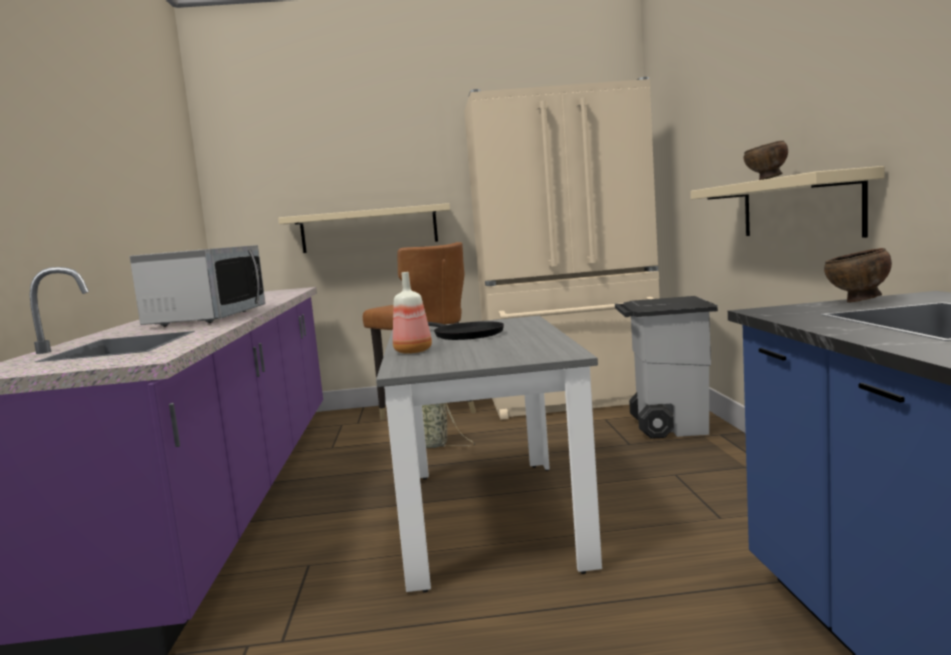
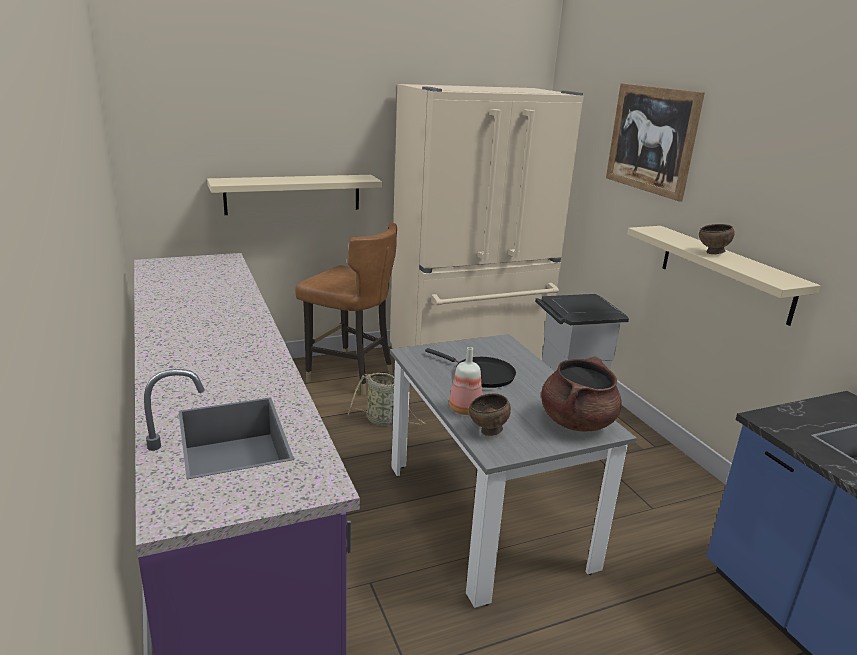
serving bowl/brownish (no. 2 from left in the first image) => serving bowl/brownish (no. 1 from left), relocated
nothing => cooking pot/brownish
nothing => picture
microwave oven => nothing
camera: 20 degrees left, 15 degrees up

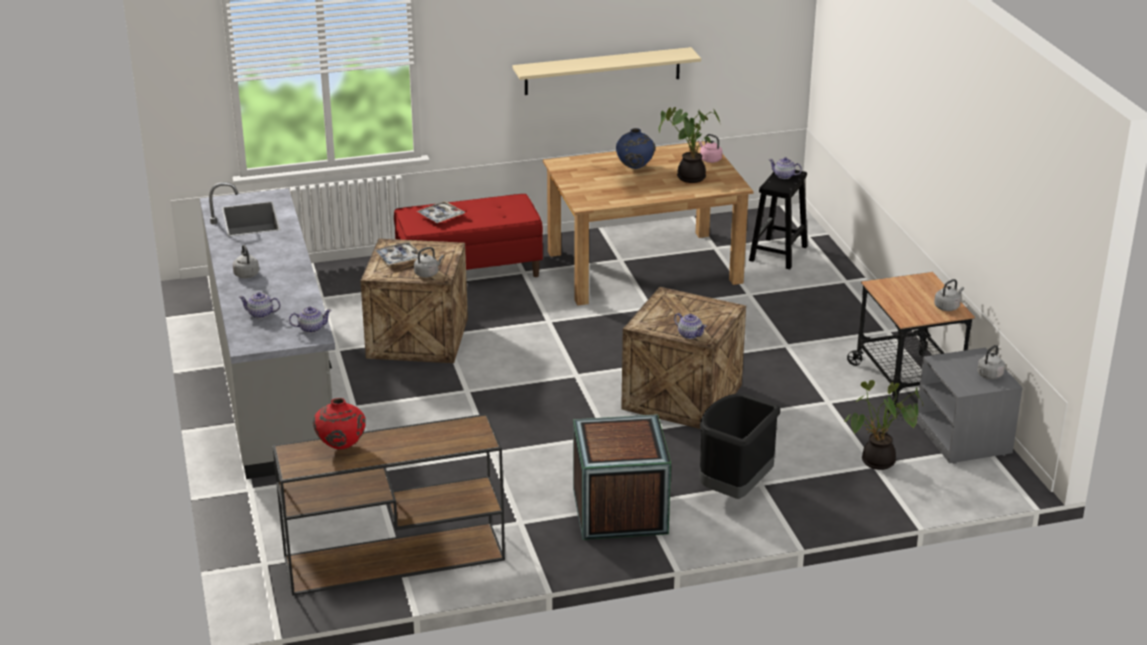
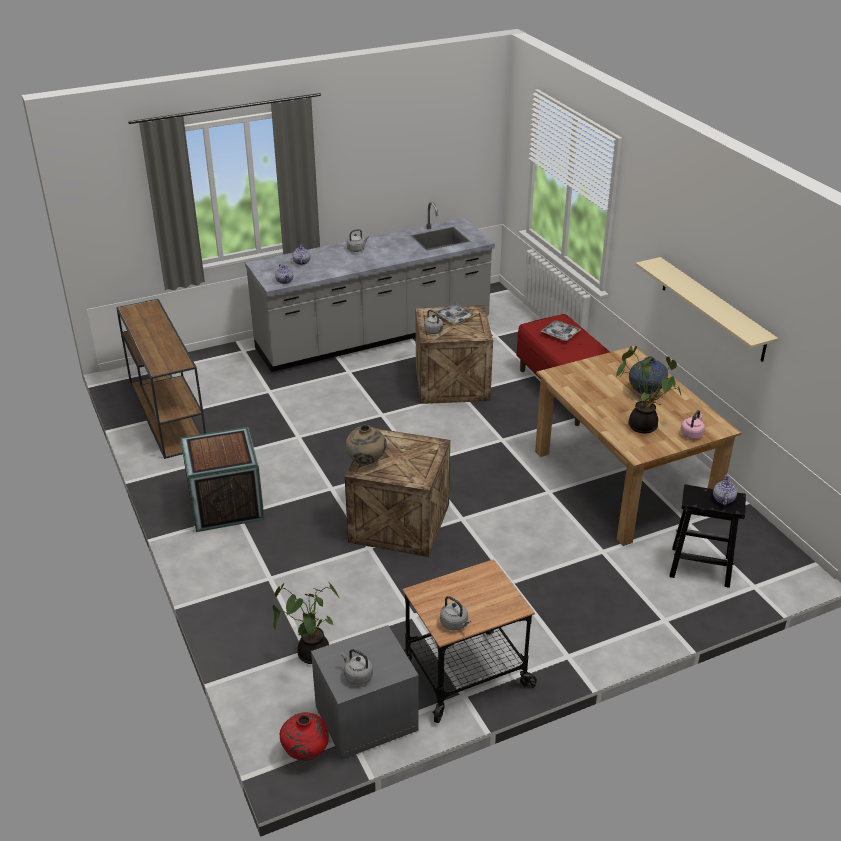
decorative vase/reddish, relocated
teapot (no. 3 from left) => decorative vase/sand-coloured
waste bin/black => nothing
camera: 80 degrees right, 5 degrees up

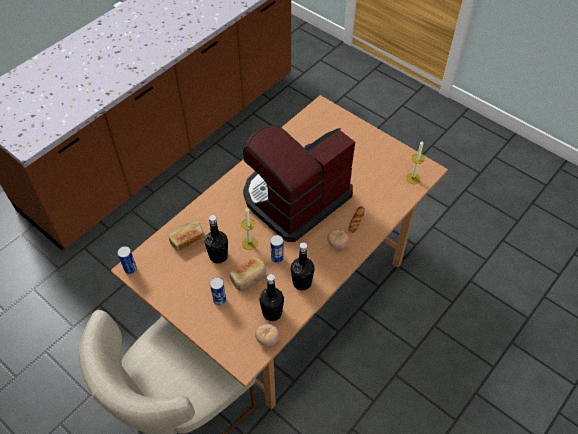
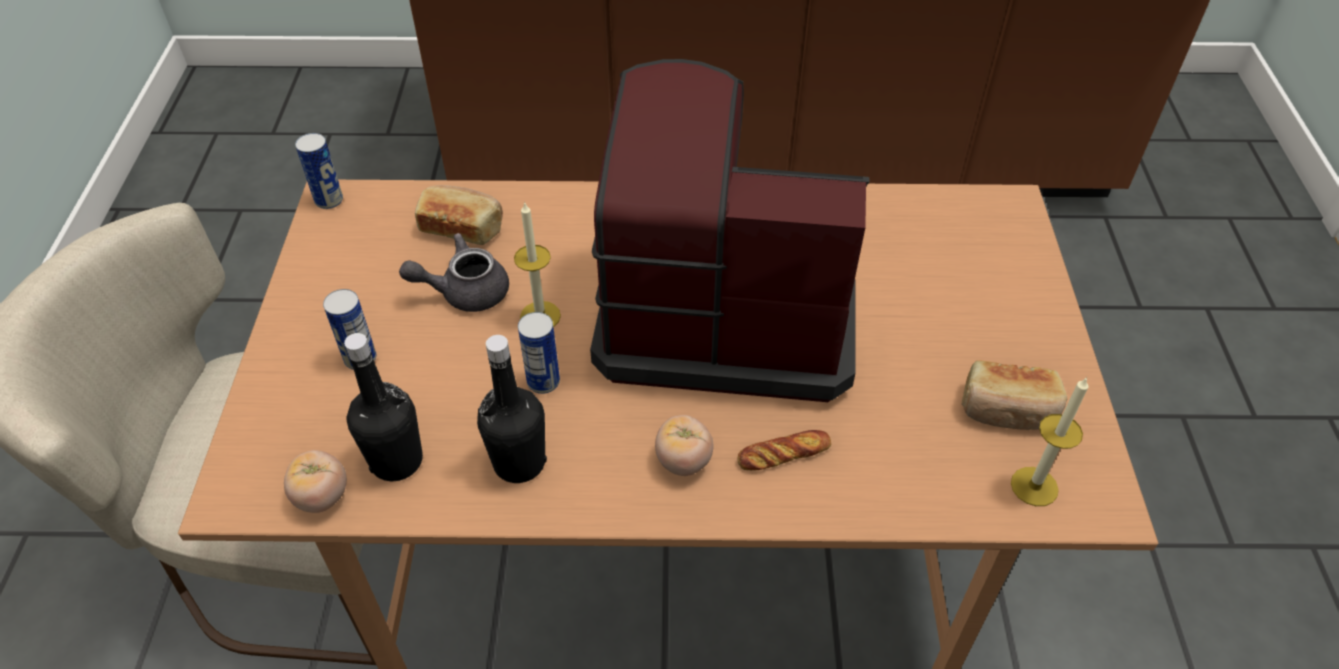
drink bottle/black (no. 1 from left) => teapot/gray
bread (no. 2 from left in the first image) => bread (no. 3 from left), relocated
camera: 50 degrees right, 5 degrees down

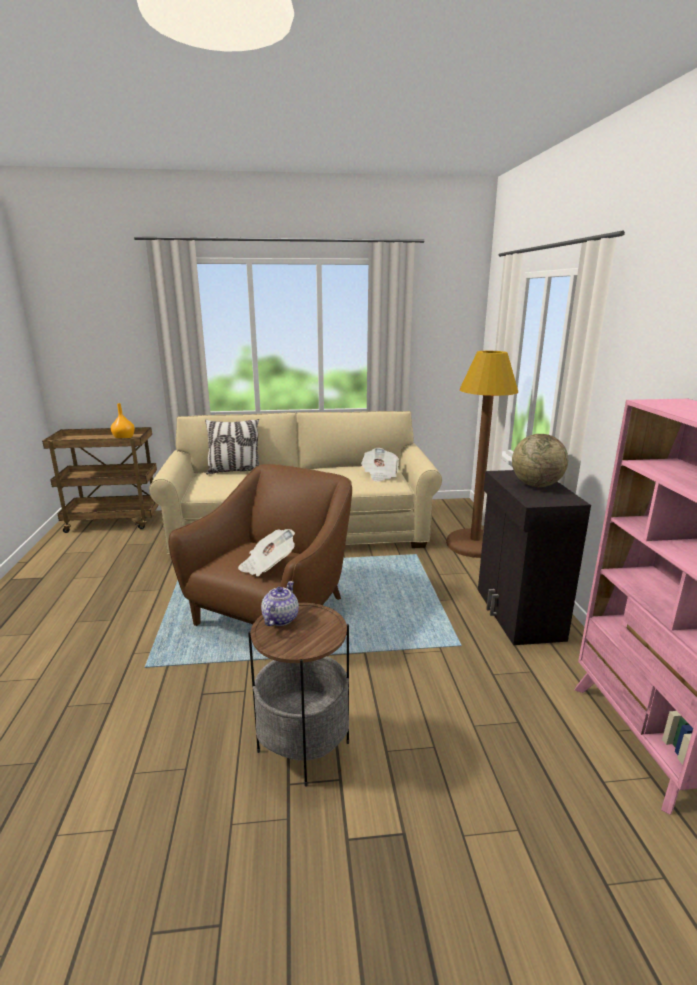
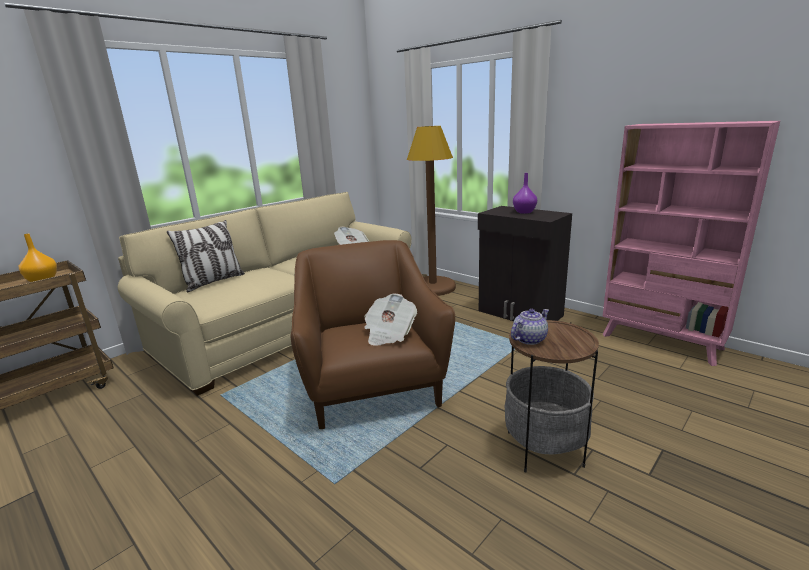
teapot, 75 degrees clockwise
desk globe => decorative vase/purplish
camera: 40 degrees left, 0 degrees up

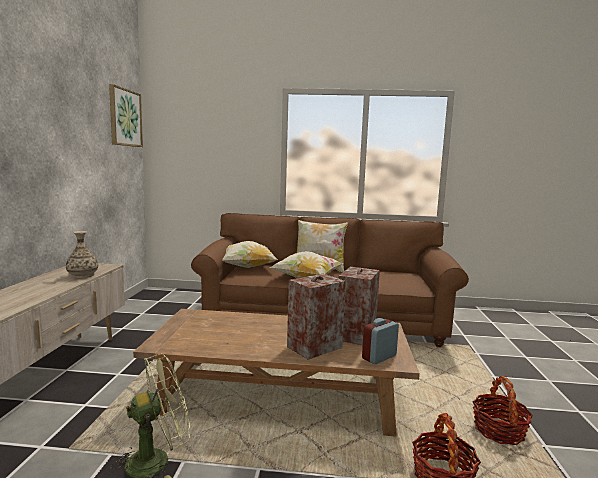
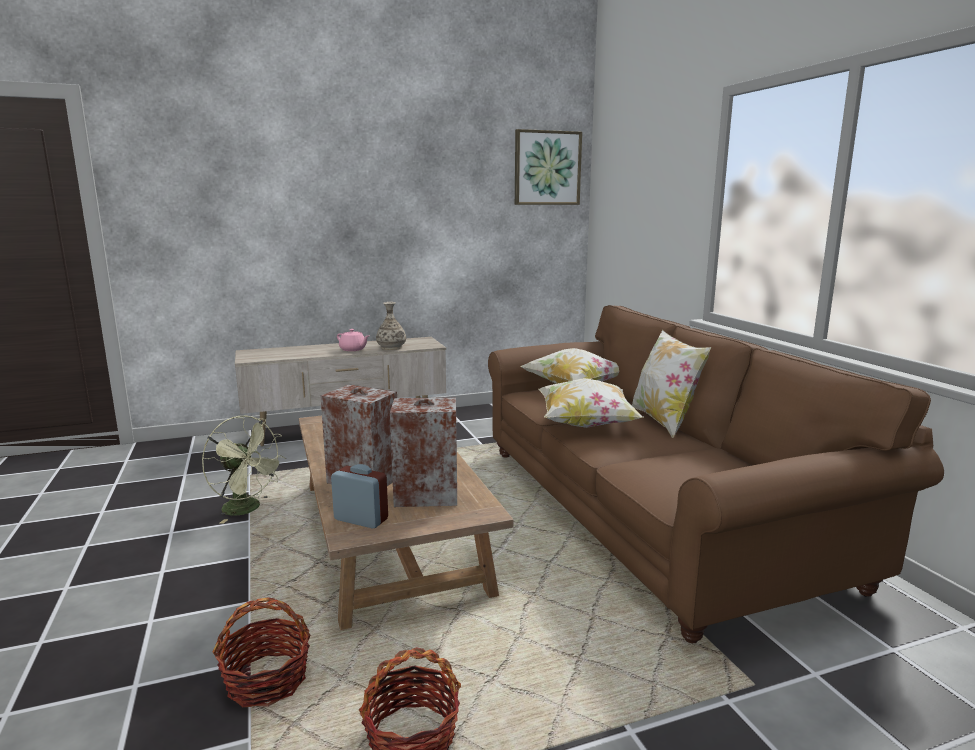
nothing => teapot/pinkish
camera: 65 degrees right, 5 degrees up

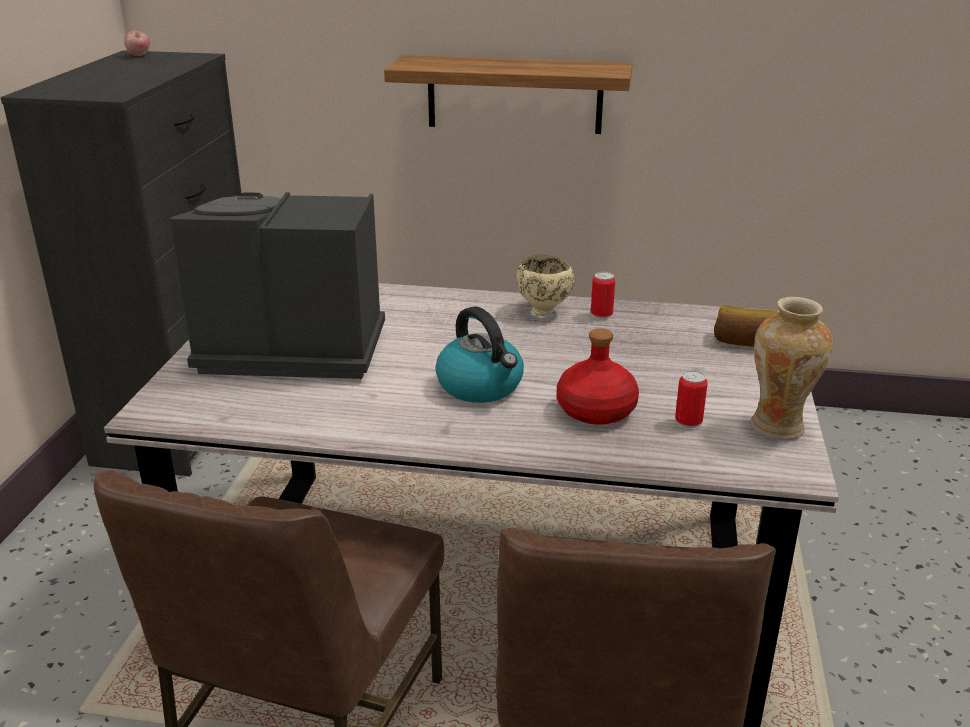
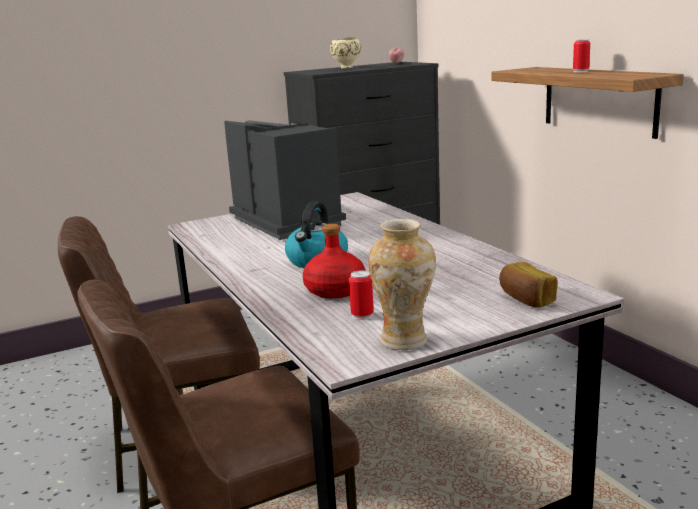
serving bowl/sand-coloured, relocated
metal can (no. 1 from left in the first image) => metal can (no. 2 from left), relocated
camera: 55 degrees right, 10 degrees down

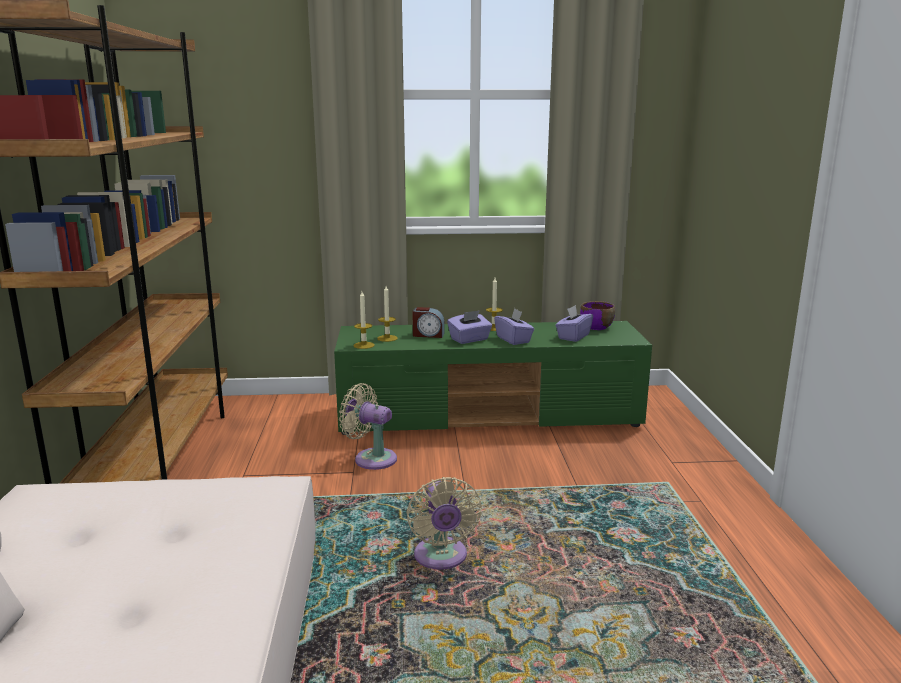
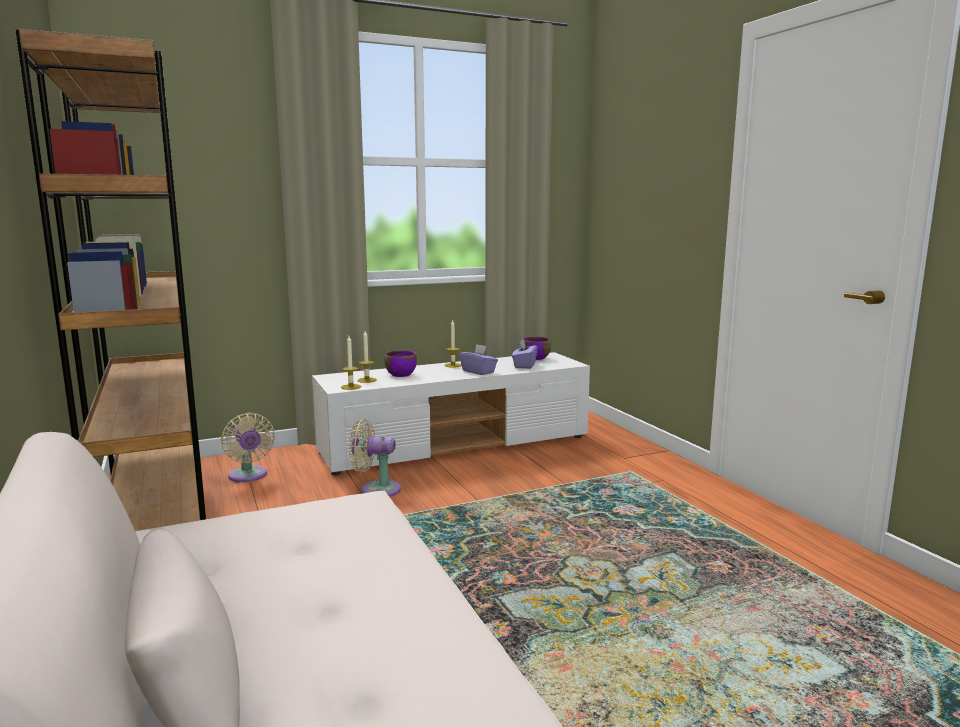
cooling fan/sand-coloured (no. 2 from left in the first image) => cooling fan/sand-coloured (no. 1 from left), relocated
media console/green-coloured => media console/white-coloured
bedside clock => serving bowl/purplish (no. 1 from left)
box of tissues/purplish (no. 1 from left) => nothing
camera: 20 degrees left, 5 degrees down

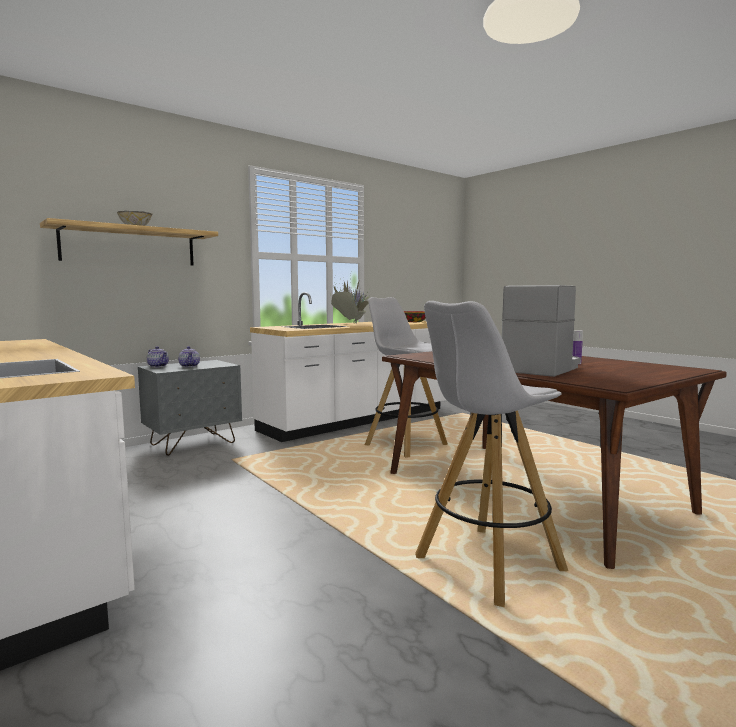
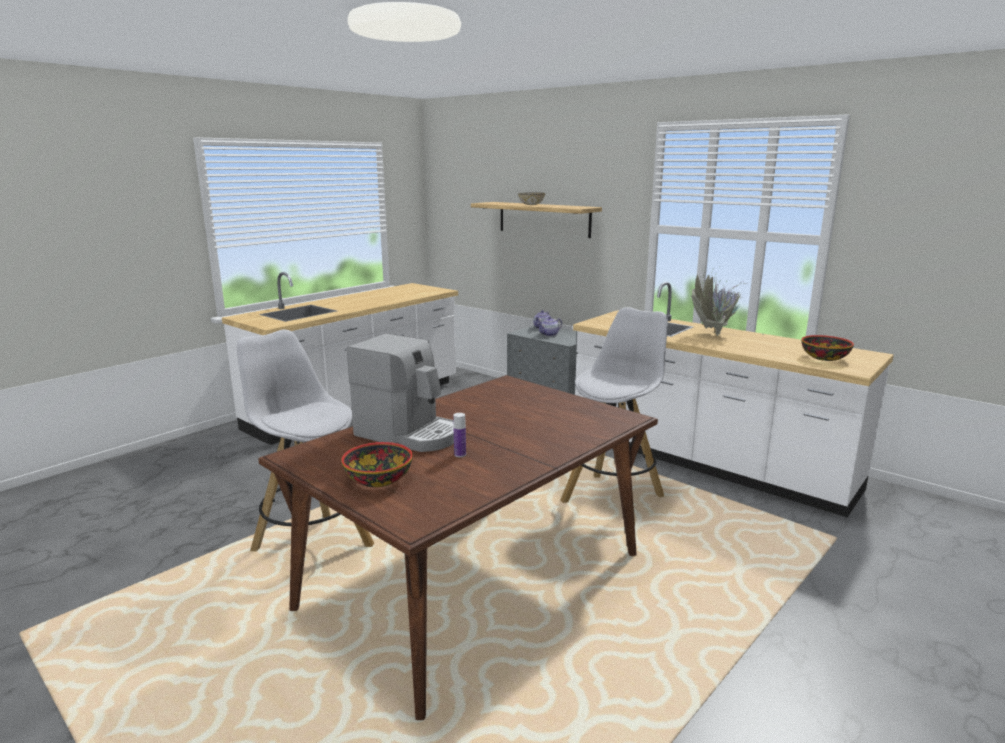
nothing => serving bowl (no. 1 from left)
camera: 80 degrees right, 10 degrees up

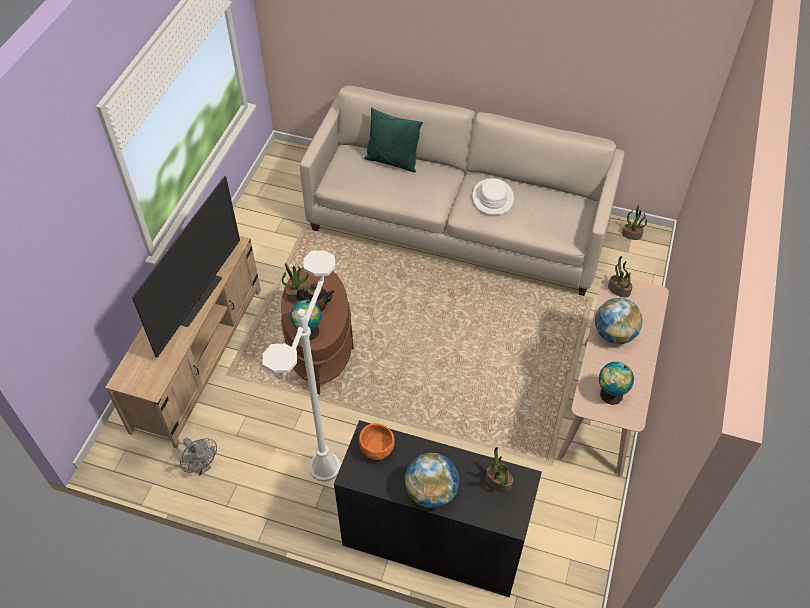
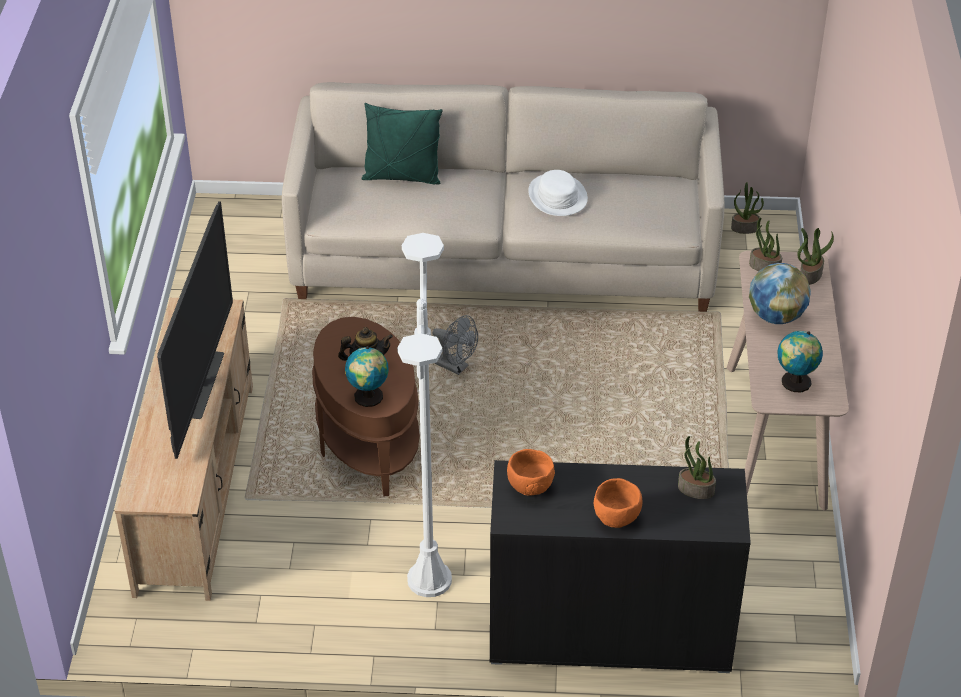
cooling fan/gray, relocated
desk globe (no. 2 from left) => serving bowl/orangey (no. 2 from left)
houseplant (no. 1 from left in the first image) => houseplant (no. 4 from left), relocated
camera: 15 degrees left, 10 degrees down

